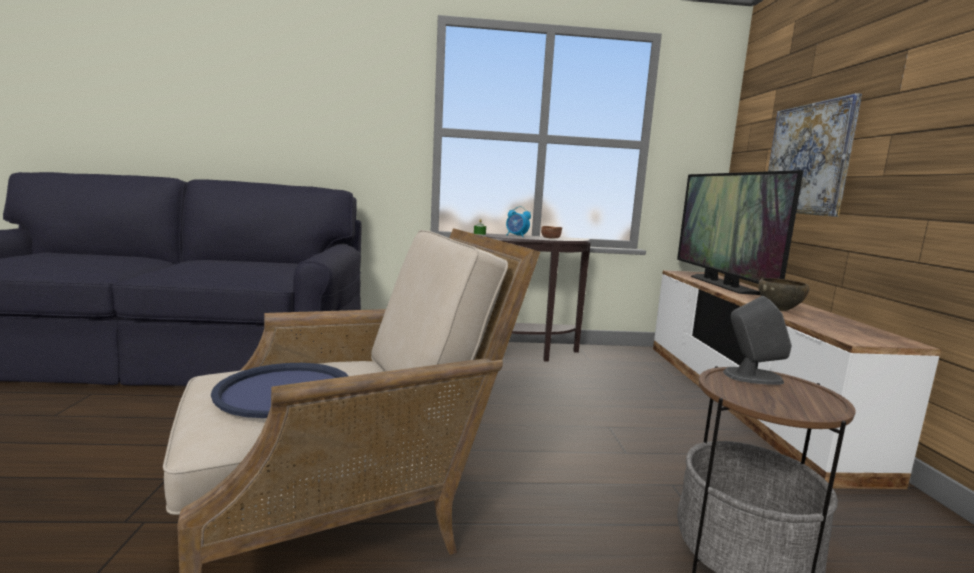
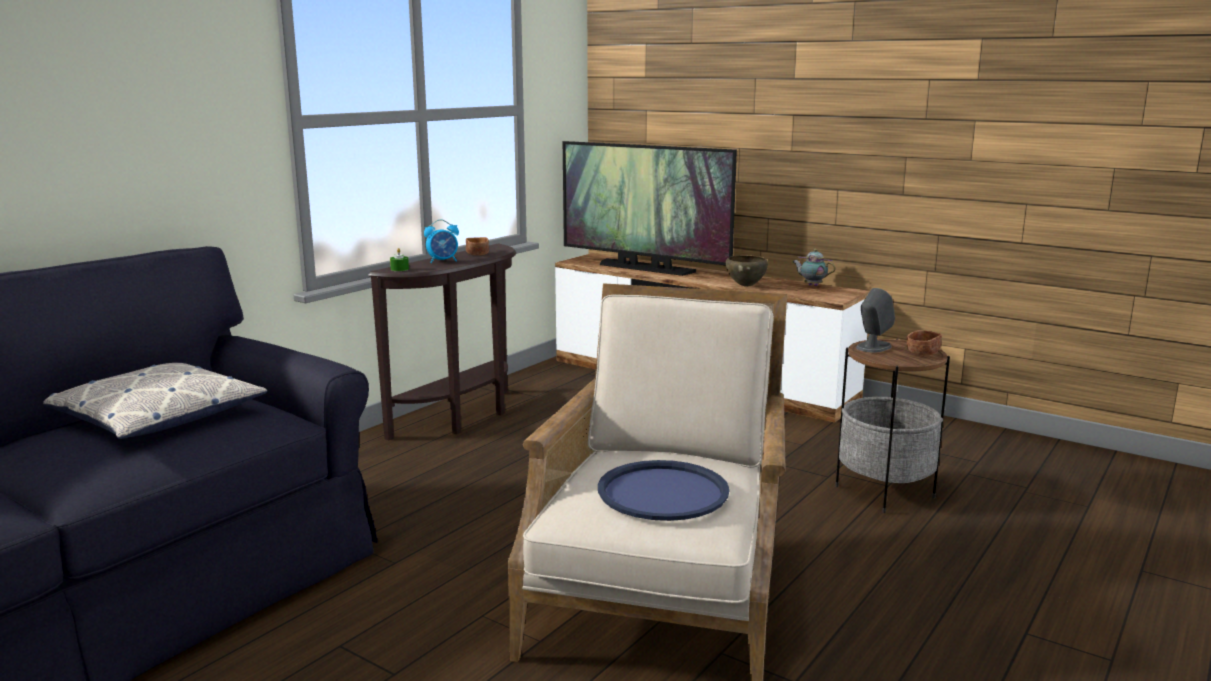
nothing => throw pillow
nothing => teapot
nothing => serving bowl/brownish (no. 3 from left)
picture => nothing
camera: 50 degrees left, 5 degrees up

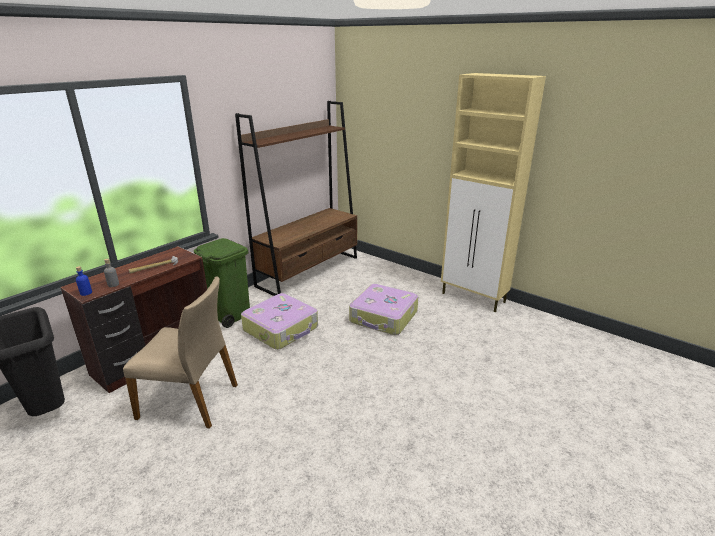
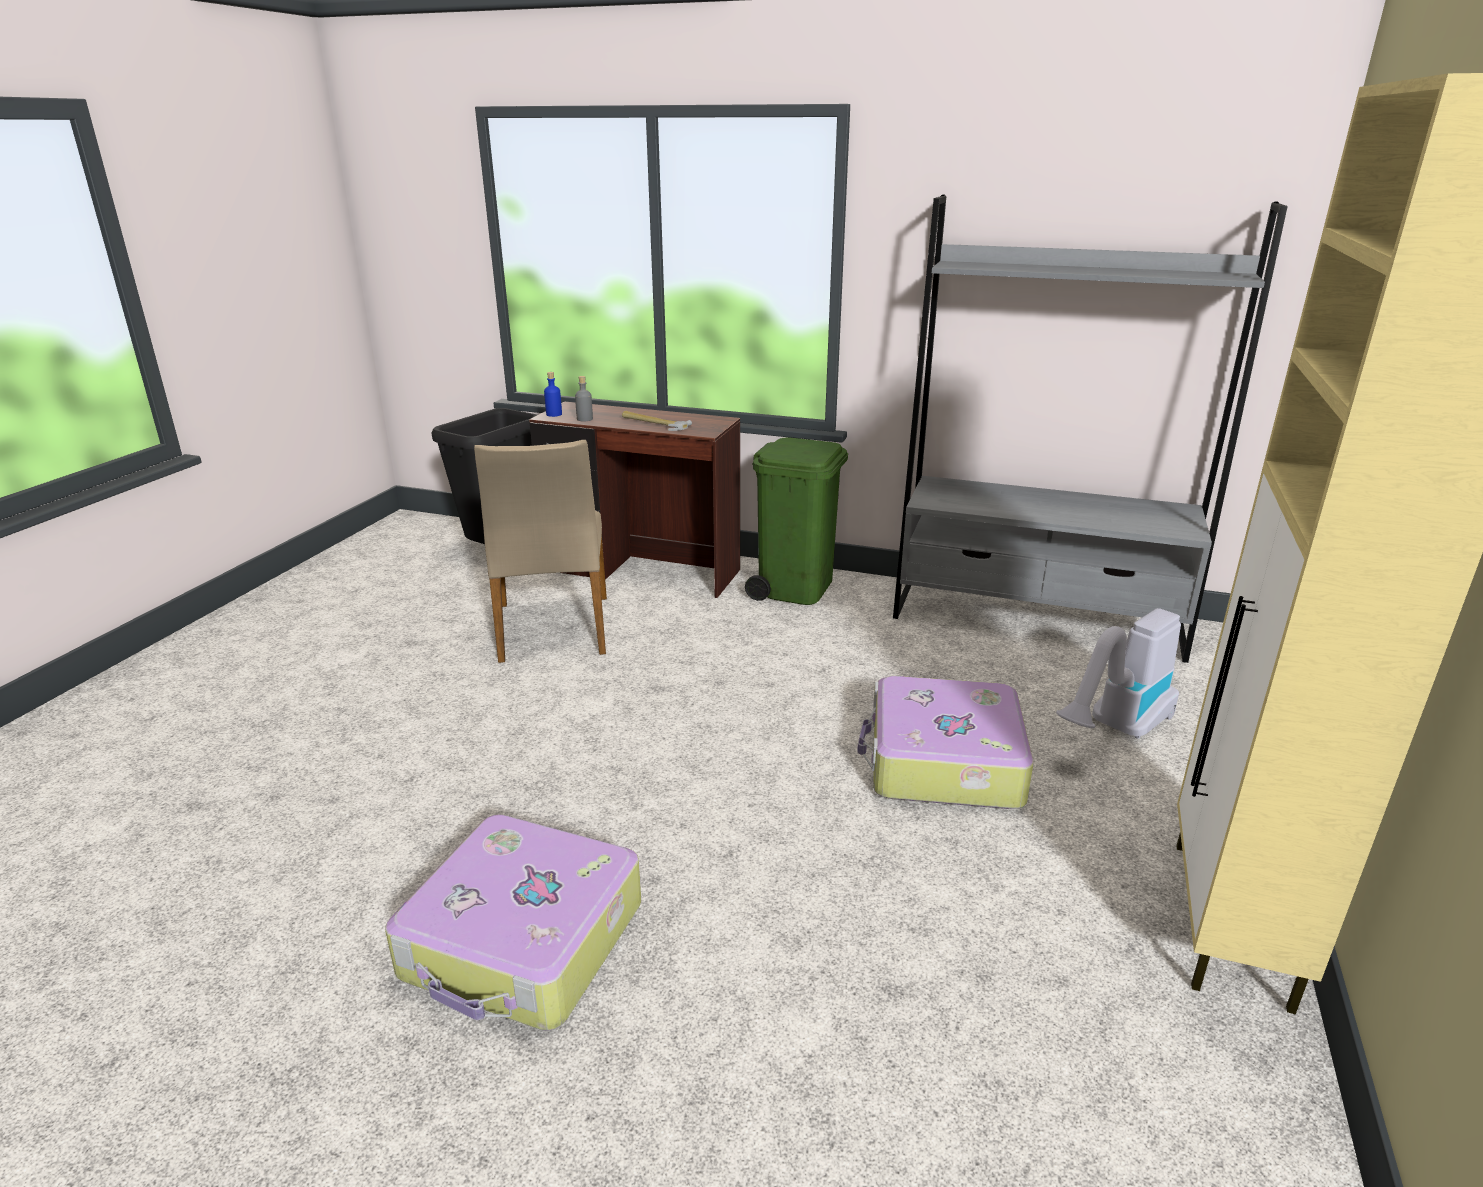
suitcase (no. 1 from left), relocated
shelving unit/brownish => shelving unit/gray
nothing => hoover
camera: 70 degrees right, 0 degrees up

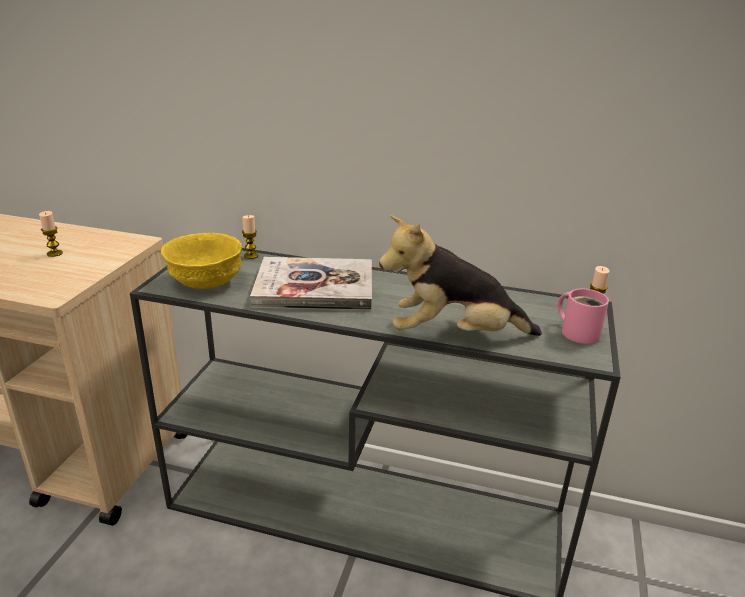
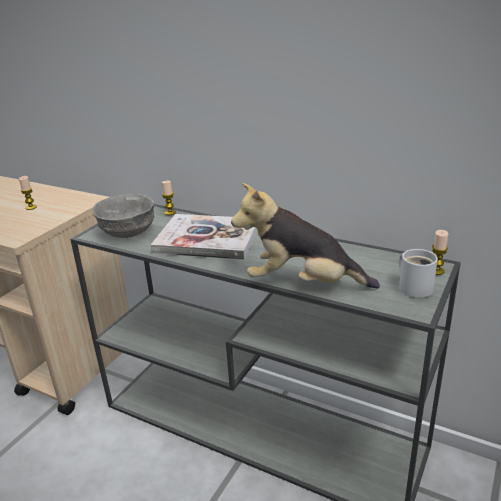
serving bowl/yellowish => serving bowl/gray
coffee mug/pinkish => coffee mug/white-coloured
camera: 15 degrees right, 0 degrees up

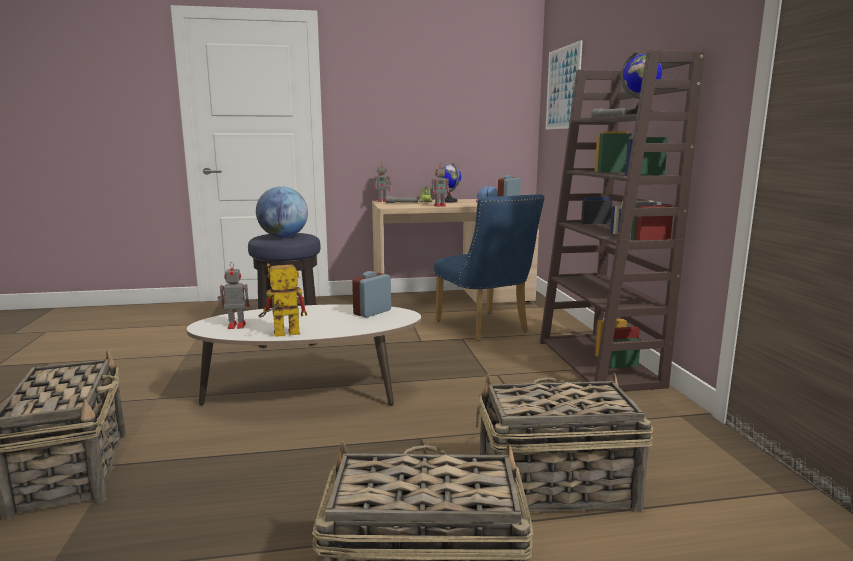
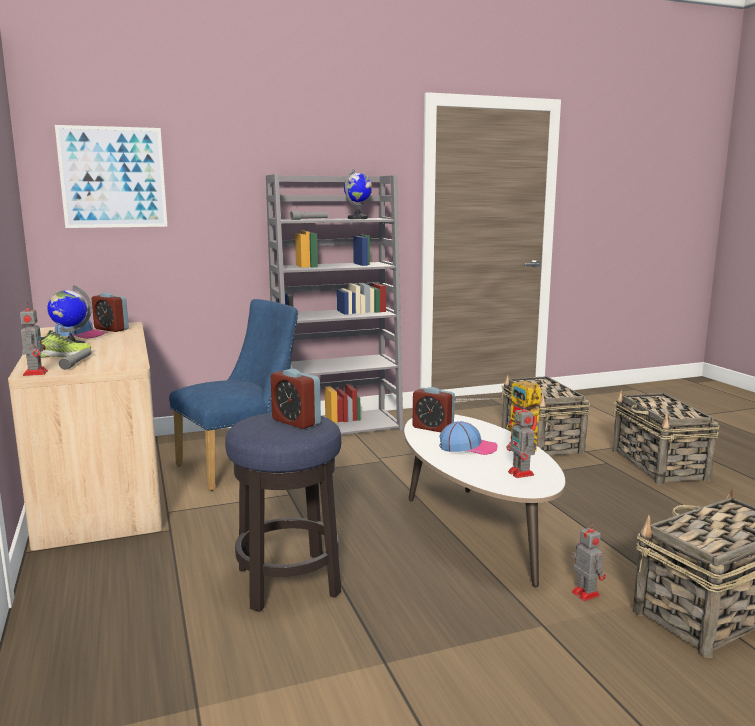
shelving unit/brownish => shelving unit/gray
desk globe (no. 1 from left) => bedside clock (no. 2 from left)
nothing => cap (no. 2 from left)
robot figure (no. 4 from left), relocated
camera: 100 degrees left, 0 degrees up

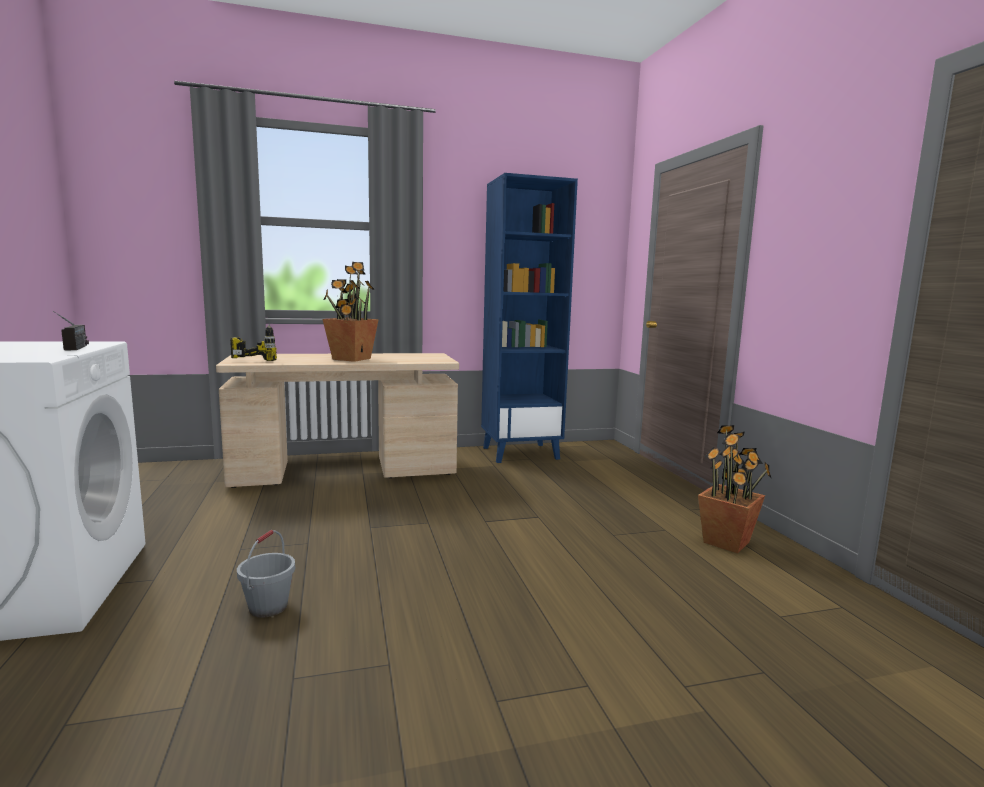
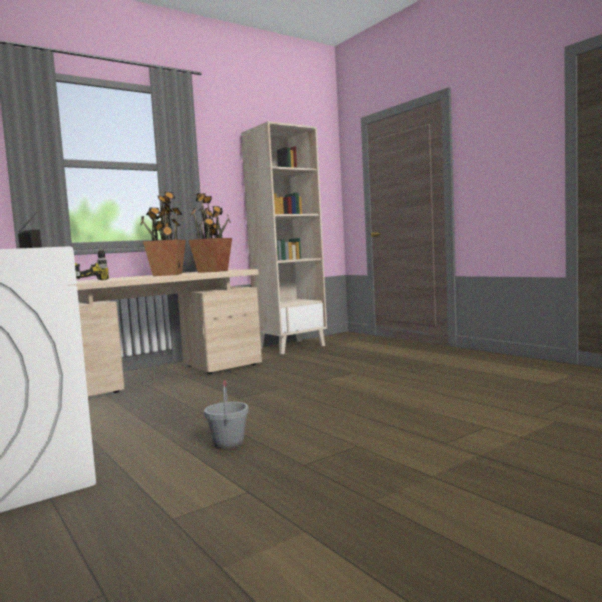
houseplant (no. 2 from left), relocated
shelving unit/blue-coloured => shelving unit/sand-coloured
camera: 20 degrees left, 5 degrees down

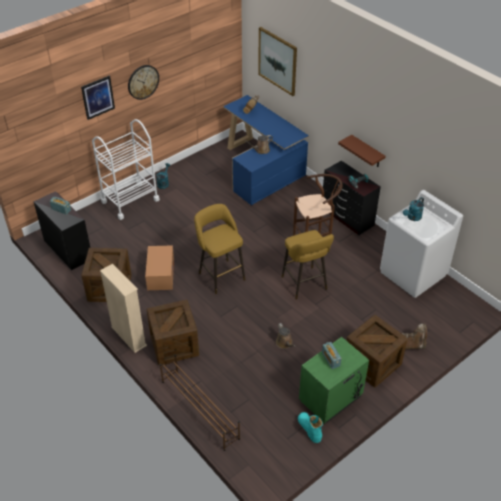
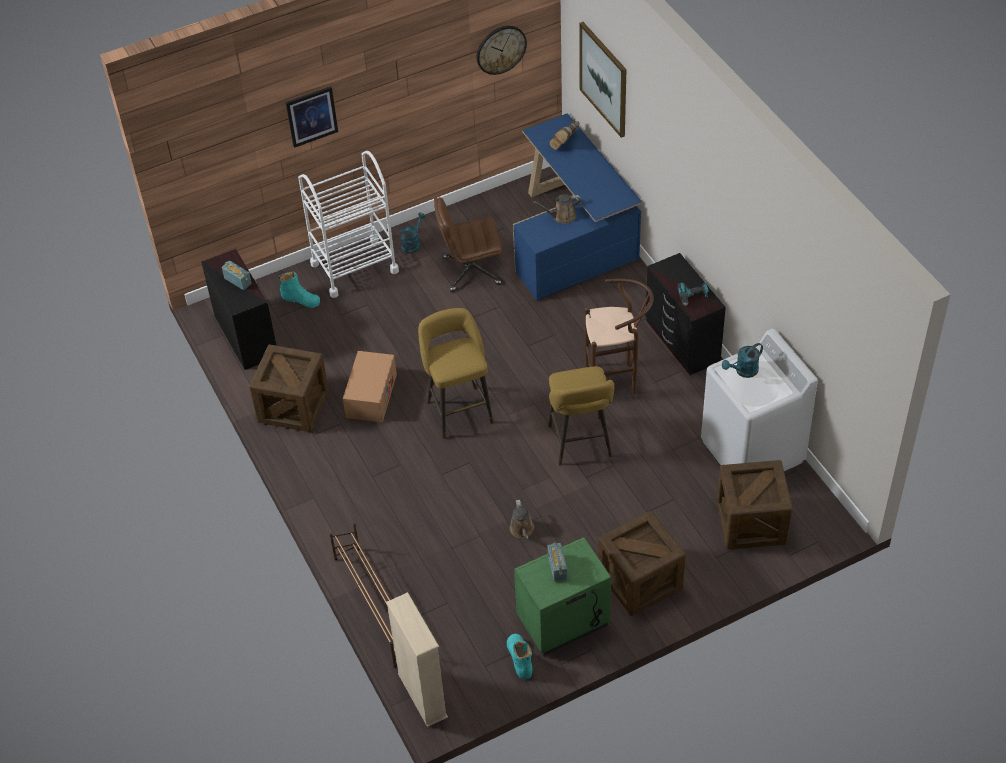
nothing => tall boot/turquoise (no. 1 from left)
shelving unit/sand-coloured, relocated
nothing => desk chair/brownish
clock on the wall, relocated
packing crate (no. 2 from left in the first image) => packing crate (no. 3 from left), relocated
shelf/brownish => nothing
tall boot/brownish (no. 2 from left) => nothing
camera: 15 degrees right, 5 degrees up

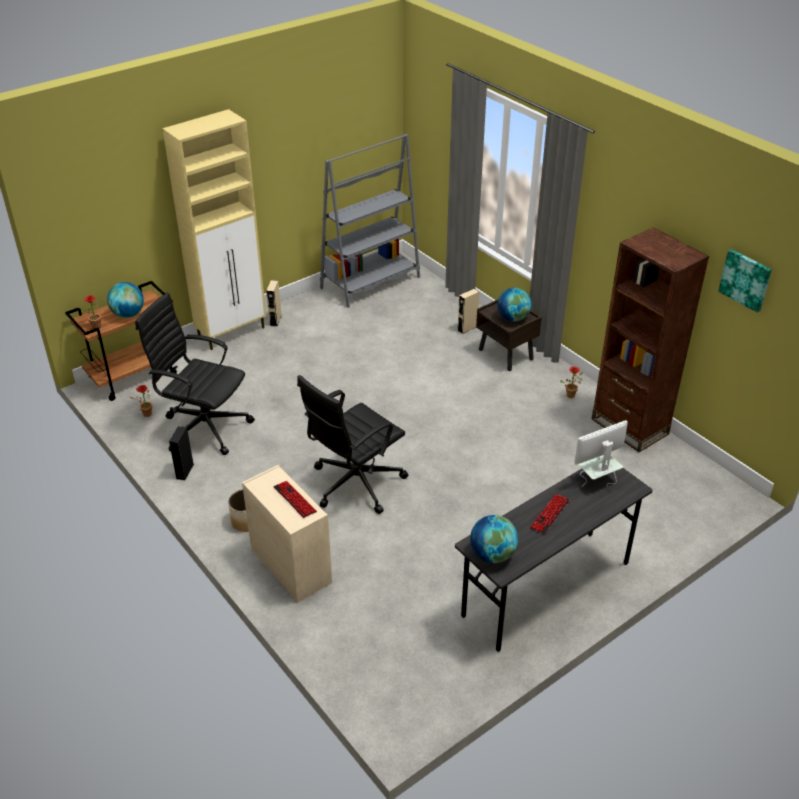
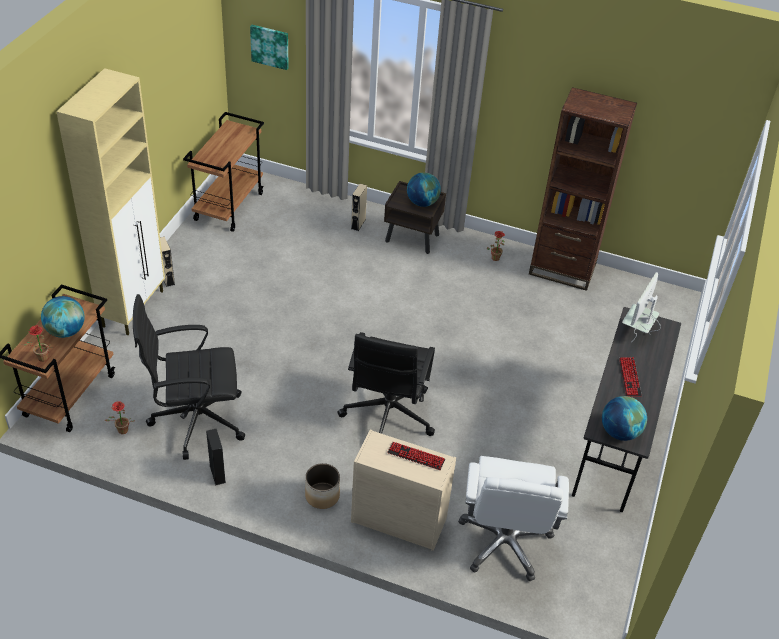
shelving unit/gray => wheeled cart/brownish (no. 2 from left)
picture, relocated
nothing => desk chair/white-coloured
camera: 35 degrees left, 5 degrees up

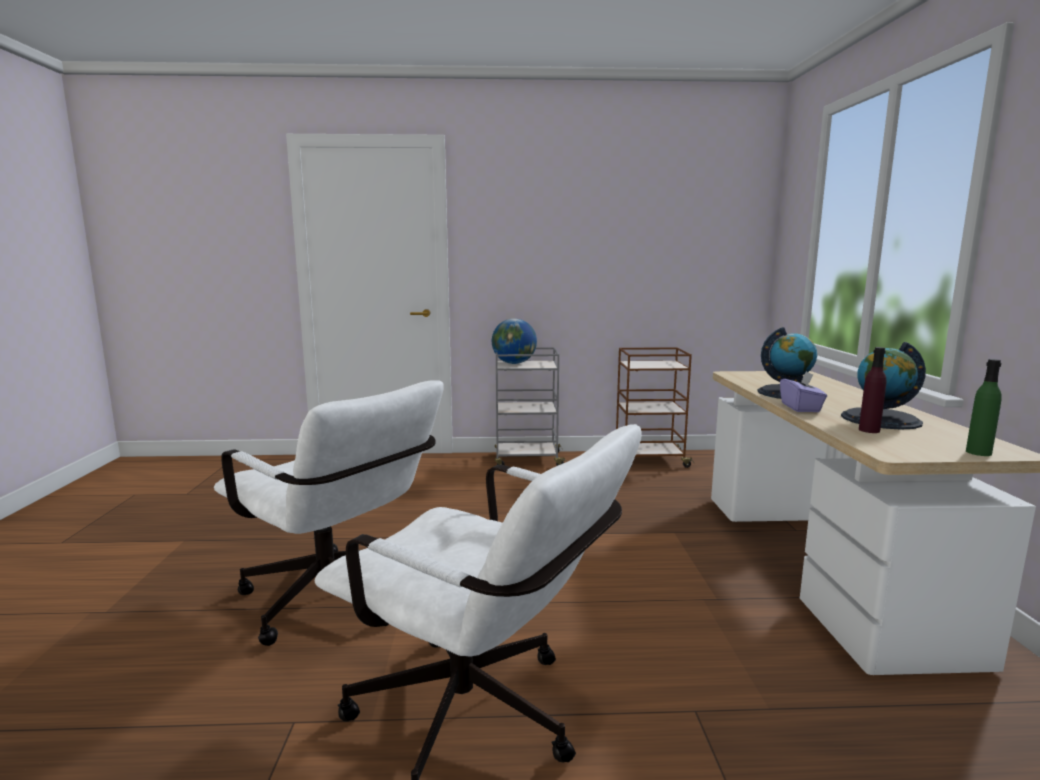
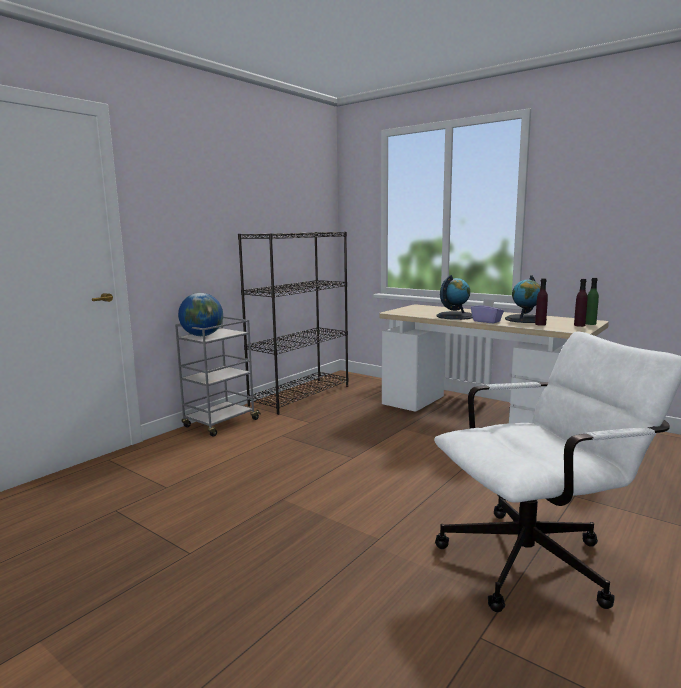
wheeled cart/brownish => shelving unit/black
nothing => drink bottle/purplish (no. 2 from left)
desk chair/white-coloured (no. 1 from left) => nothing
camera: 50 degrees left, 0 degrees up

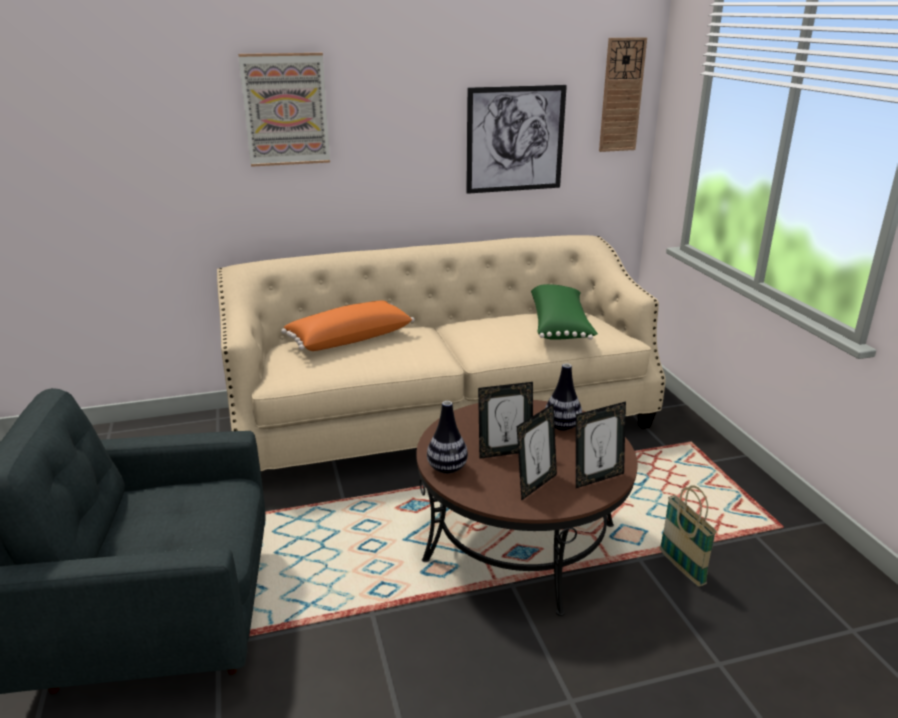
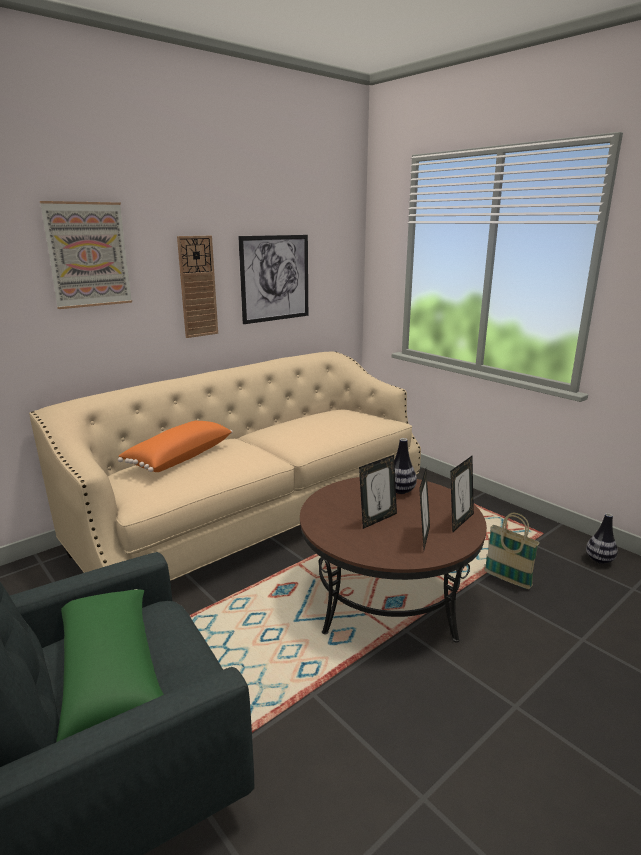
throw pillow/green-coloured, relocated
clock on the wall, relocated
decorative vase (no. 1 from left in the first image) => decorative vase (no. 2 from left), relocated
camera: 25 degrees left, 5 degrees down

